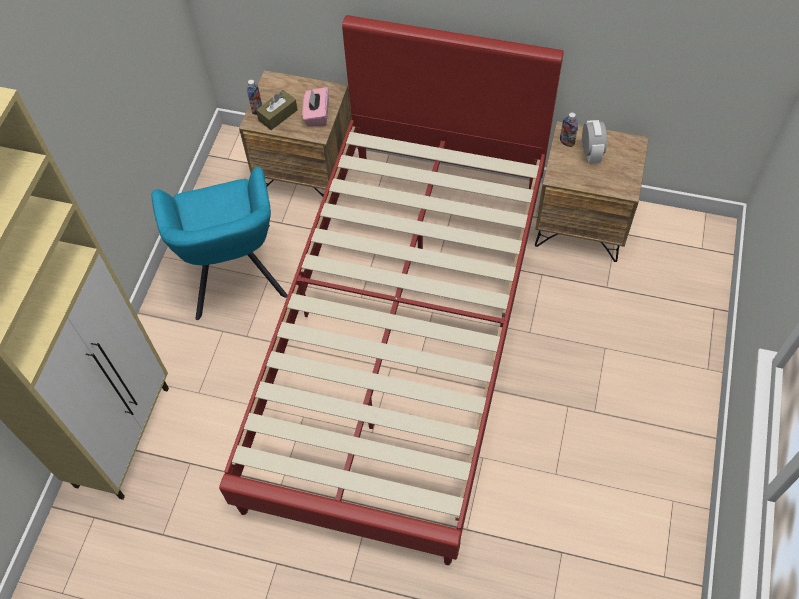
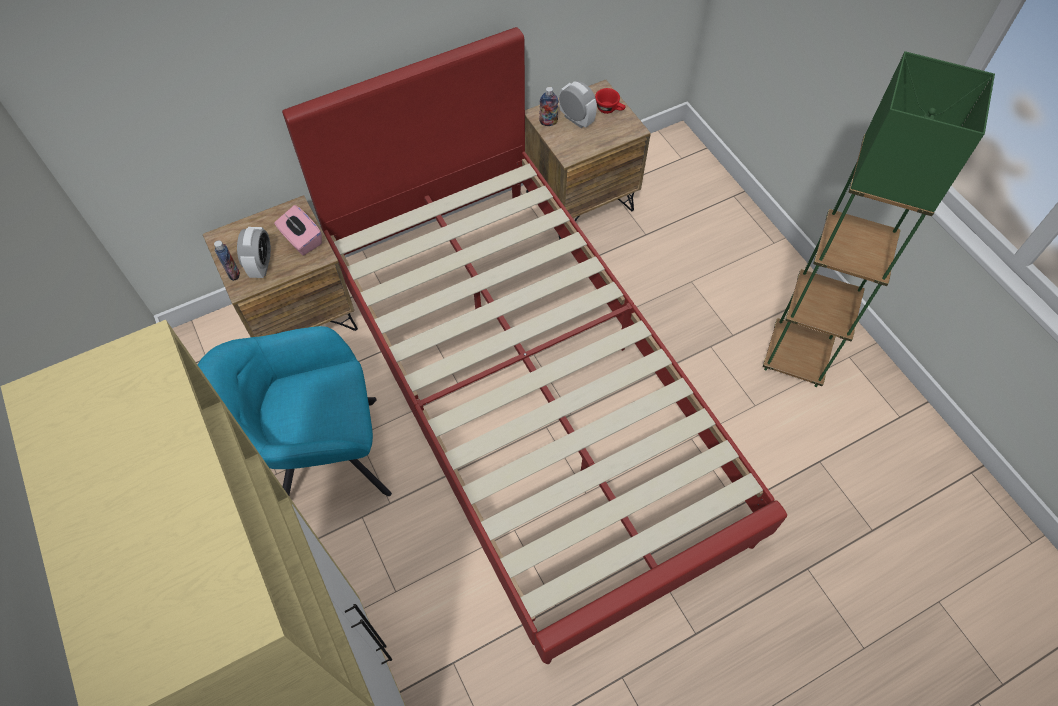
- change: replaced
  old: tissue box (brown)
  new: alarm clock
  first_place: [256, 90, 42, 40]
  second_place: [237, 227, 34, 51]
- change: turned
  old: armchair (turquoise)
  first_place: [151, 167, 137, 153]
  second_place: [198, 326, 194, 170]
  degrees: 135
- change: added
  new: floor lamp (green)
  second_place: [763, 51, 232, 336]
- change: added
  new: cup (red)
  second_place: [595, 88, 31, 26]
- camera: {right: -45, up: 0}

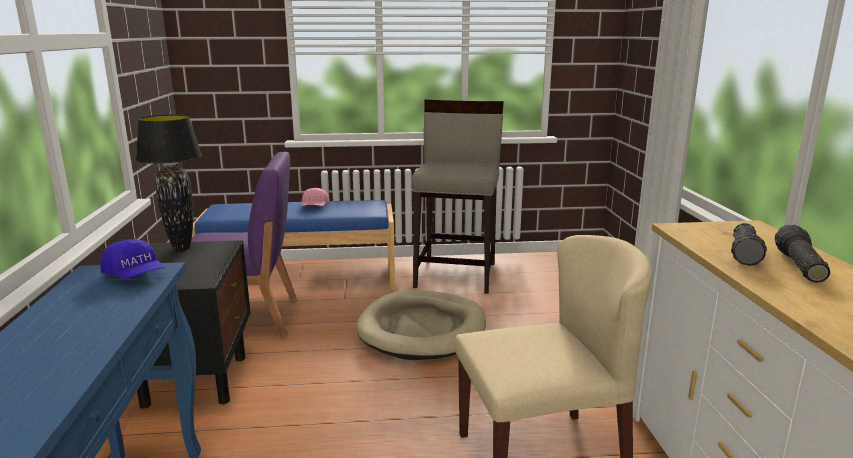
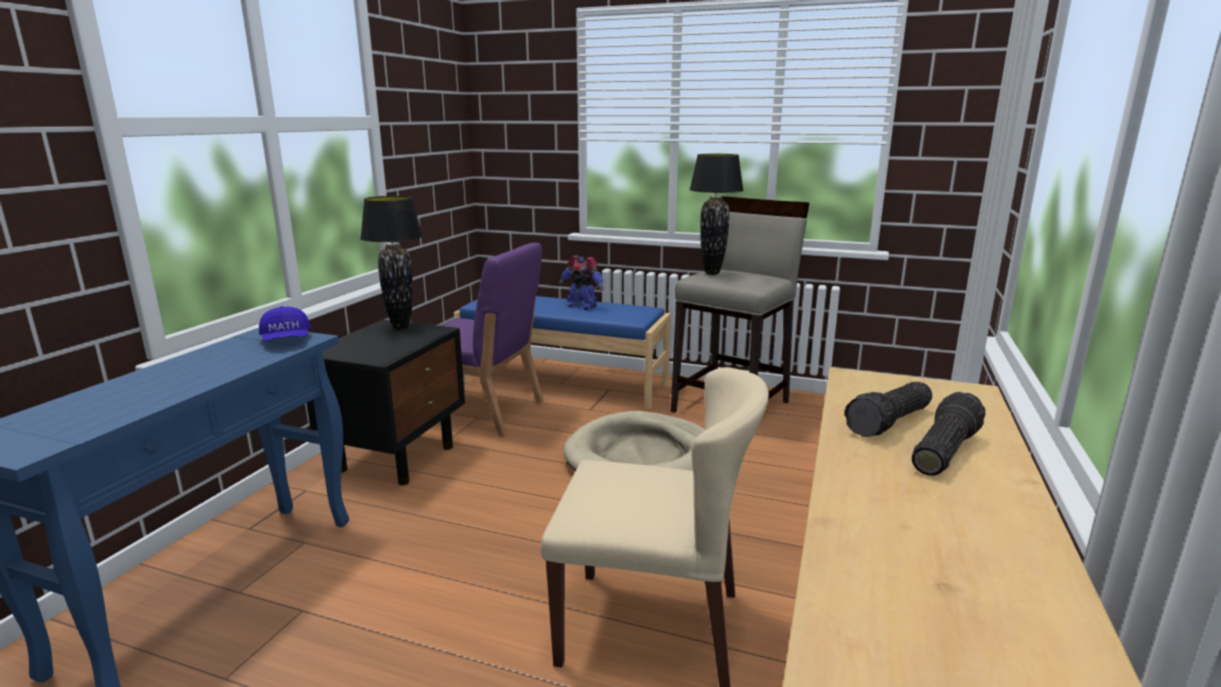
- change: replaced
  old: cap (pink)
  new: toy robot
  first_place: [301, 187, 28, 19]
  second_place: [559, 255, 44, 55]
- change: added
  new: table lamp (black)
  second_place: [689, 154, 55, 121]
- camera: {right: 25, up: 0}

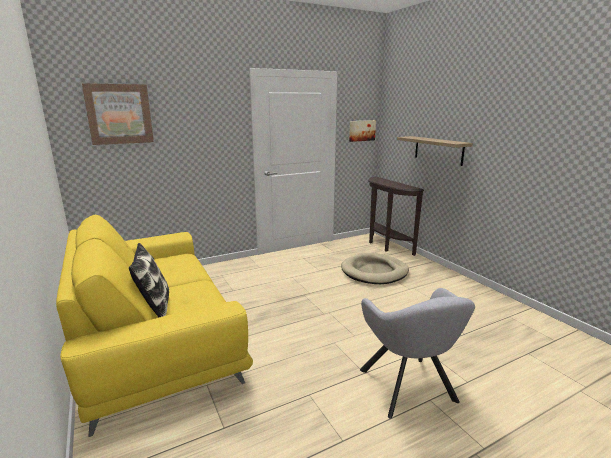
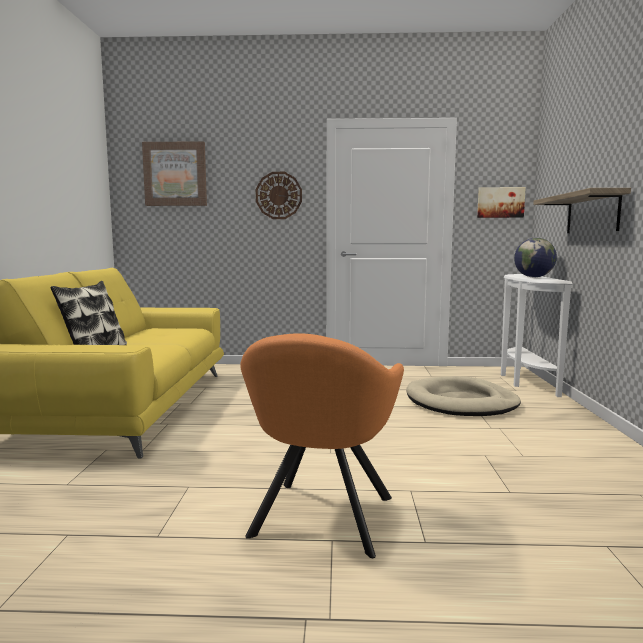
- change: recoloured
  old: console table (brown)
  new: console table (white)
  first_place: [368, 177, 56, 79]
  second_place: [501, 274, 71, 123]
- change: recoloured
  old: armchair (grey)
  new: armchair (orange)
  first_place: [360, 288, 115, 131]
  second_place: [240, 333, 164, 225]
- change: added
  new: wall clock
  second_place: [256, 172, 46, 47]
- change: added
  new: globe
  second_place: [514, 238, 43, 39]
- camera: {right: 30, up: -10}

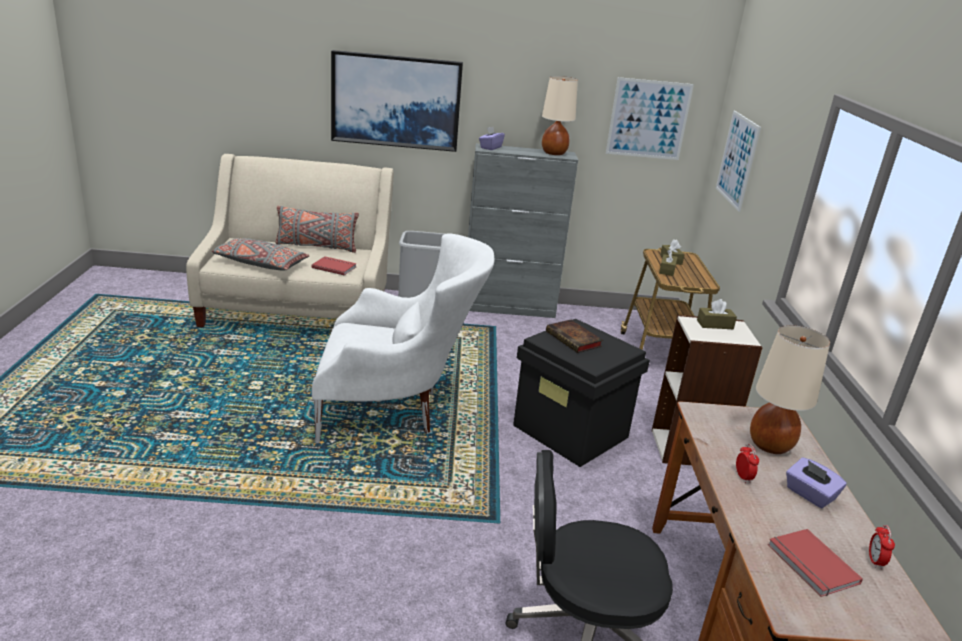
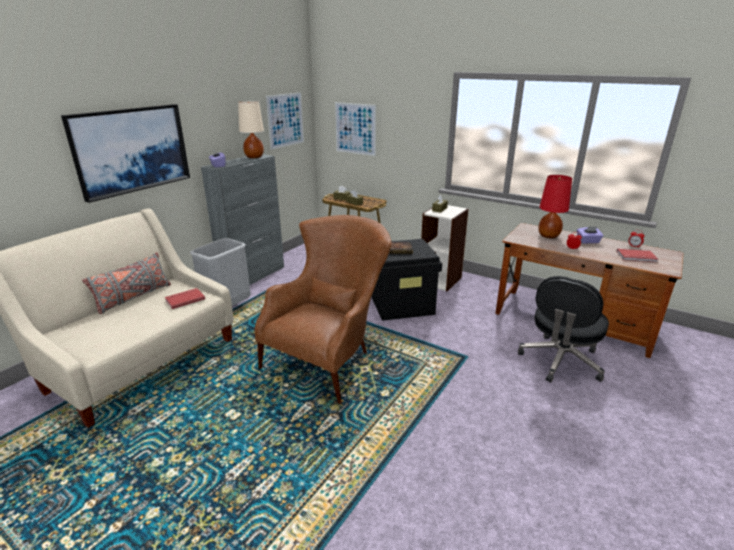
- change: recoloured
  old: armchair (white)
  new: armchair (brown)
  first_place: [312, 233, 183, 210]
  second_place: [255, 215, 137, 189]
- change: removed
  old: pillow (grey)
  first_place: [212, 238, 97, 33]
- change: recoloured
  old: table lamp (beige)
  new: table lamp (red)
  first_place: [750, 325, 80, 129]
  second_place: [538, 175, 34, 63]
- camera: {right: -55, up: 0}

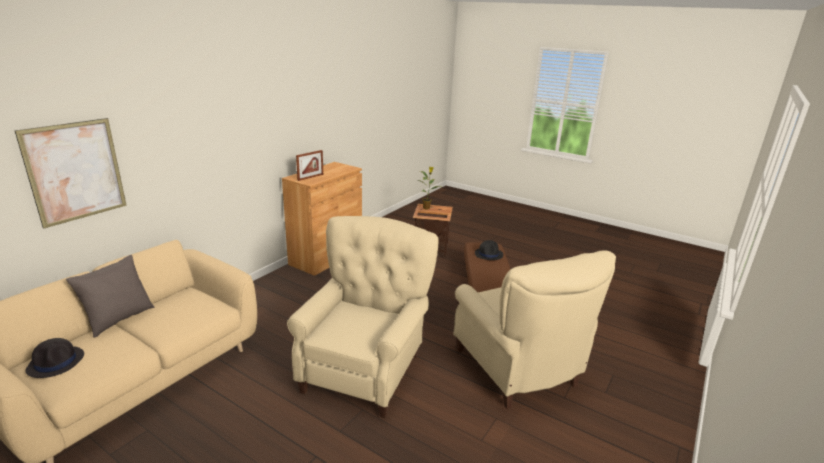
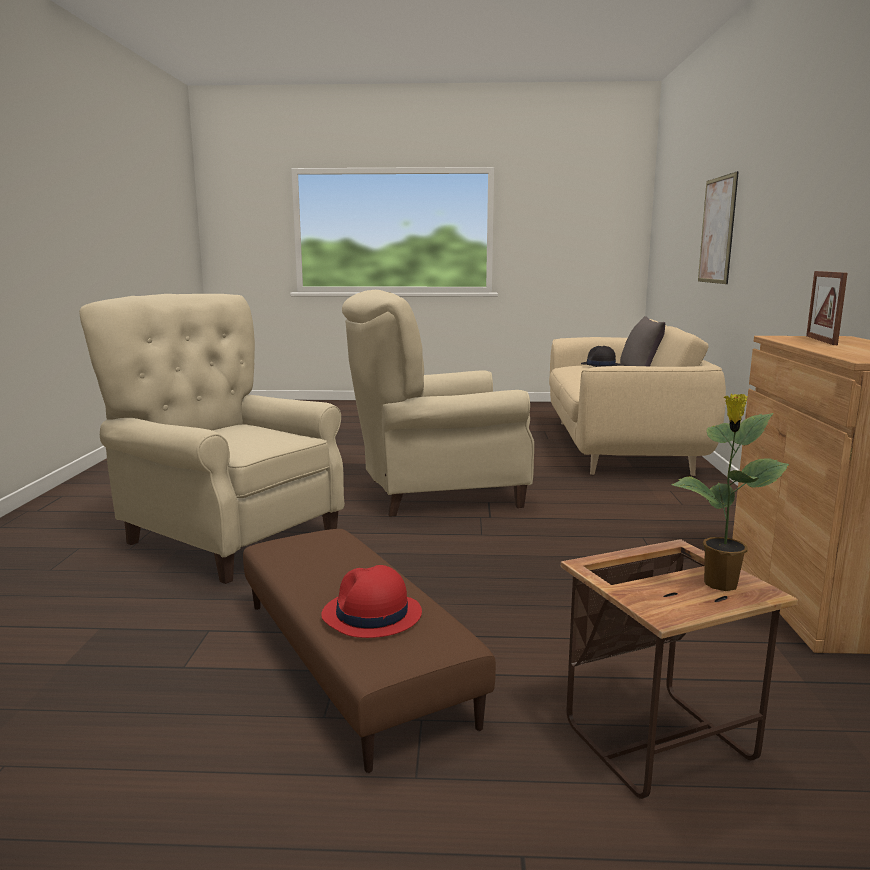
- change: turned
  old: armchair (beige)
  first_place: [287, 216, 152, 202]
  second_place: [342, 290, 192, 227]
  degrees: 90
- change: recoloured
  old: hat (black)
  new: hat (red)
  first_place: [475, 240, 28, 20]
  second_place: [321, 565, 101, 73]
- camera: {right: 150, up: -10}

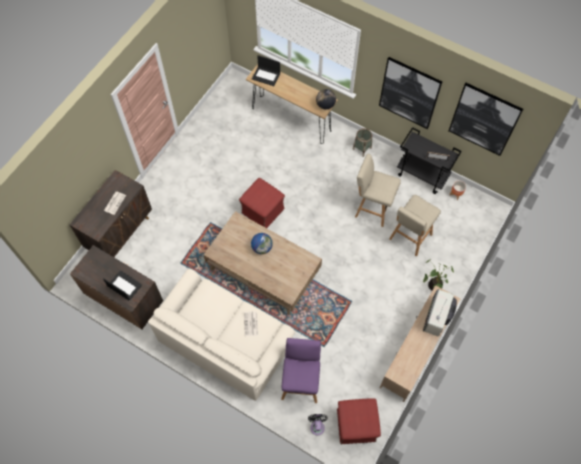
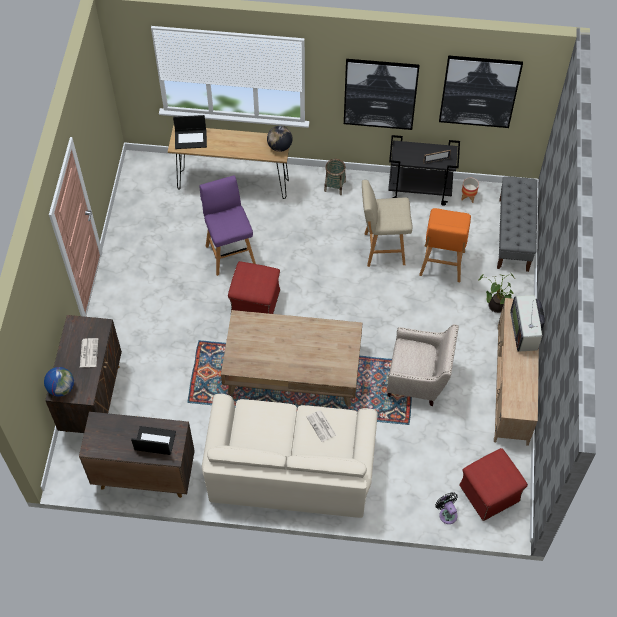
- change: recoloured
  old: stool (beige)
  new: stool (orange)
  first_place: [389, 195, 52, 62]
  second_place: [419, 208, 52, 74]
- change: moved
  old: globe
  first_place: [251, 233, 22, 21]
  second_place: [44, 367, 30, 29]
- change: moved
  old: stool (purple)
  first_place: [281, 338, 40, 65]
  second_place: [200, 175, 56, 101]
- change: added
  new: bench (grey)
  second_place: [497, 176, 41, 96]
- change: added
  new: armchair (beige)
  second_place: [387, 324, 72, 82]
- camera: {right: -25, up: -5}

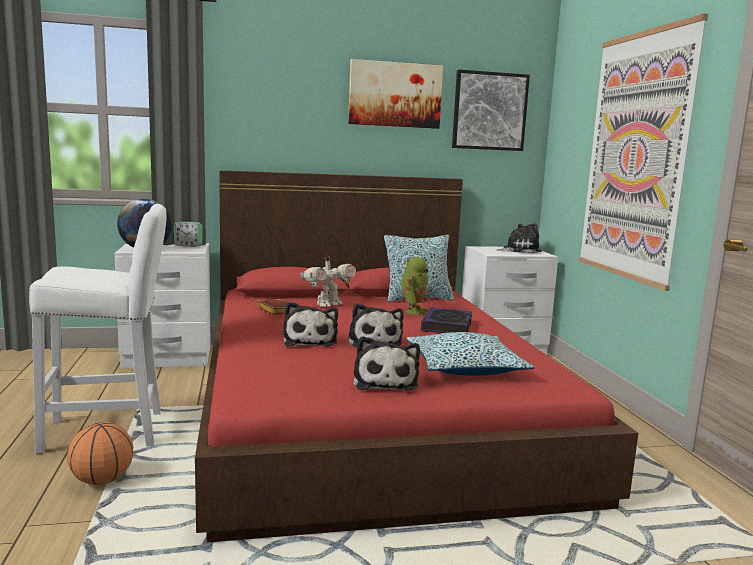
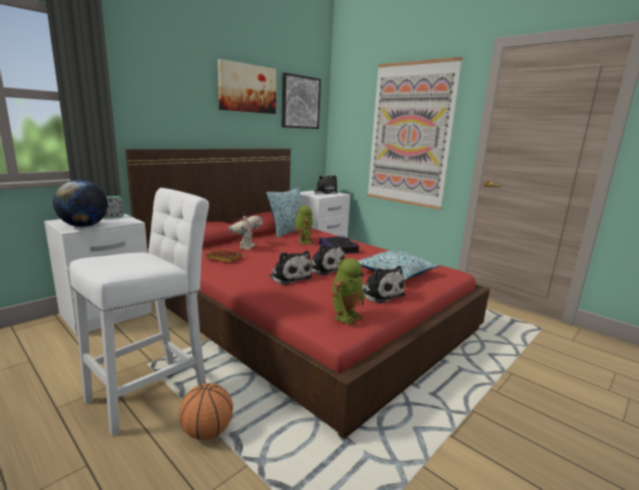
- change: added
  new: toy robot
  second_place: [332, 258, 33, 67]
- camera: {right: -35, up: 5}

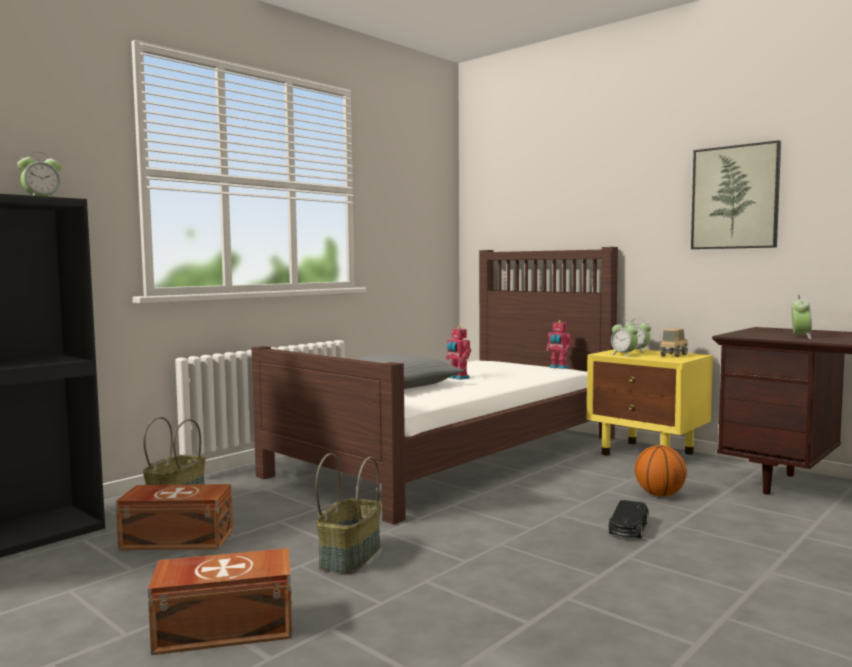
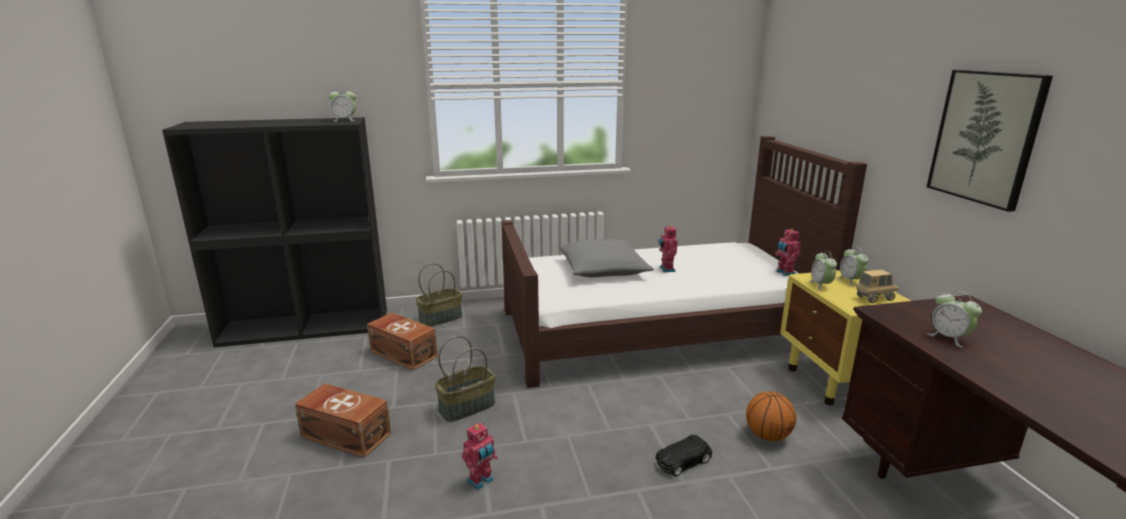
- change: turned
  old: alarm clock
  first_place: [791, 294, 21, 45]
  second_place: [927, 291, 55, 57]
  degrees: 90
- change: added
  new: toy robot
  second_place: [462, 423, 36, 67]
- camera: {right: 35, up: 15}

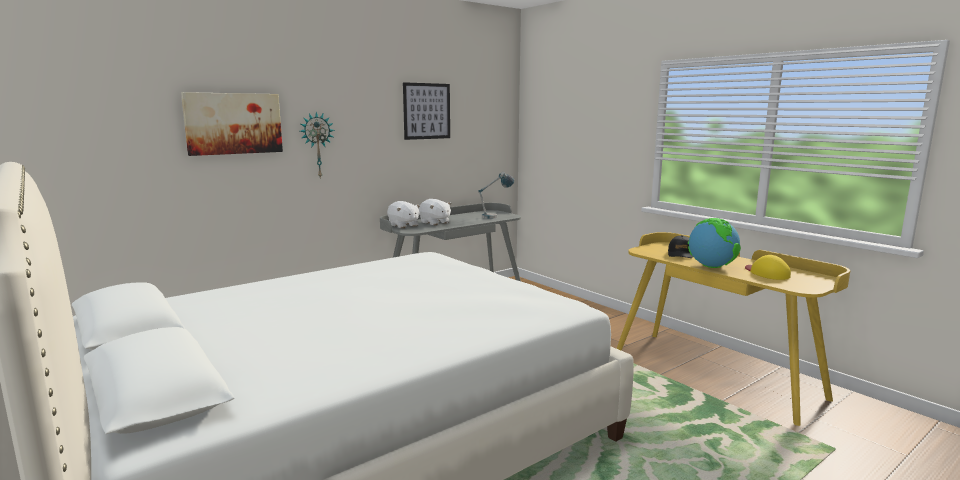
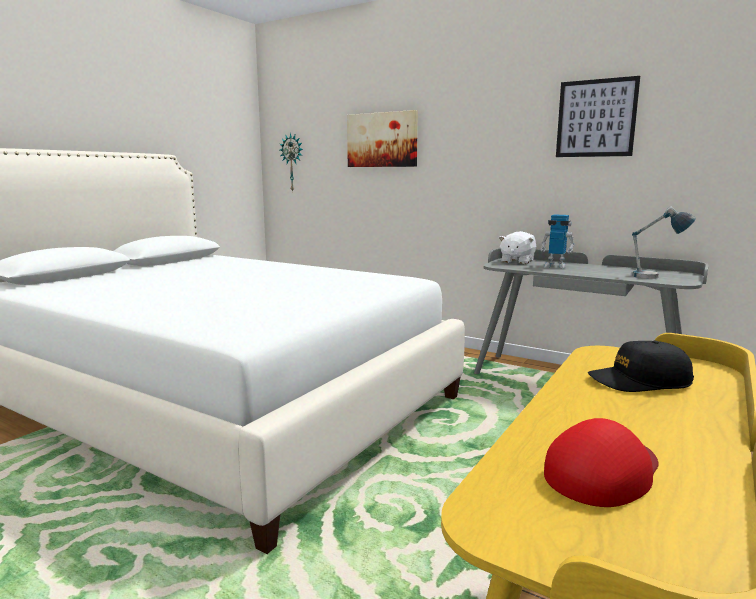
- change: moved
  old: wall clock
  first_place: [300, 111, 35, 68]
  second_place: [280, 133, 23, 59]
- change: replaced
  old: plush toy (white)
  new: toy robot
  first_place: [419, 199, 32, 26]
  second_place: [540, 214, 35, 55]
- change: removed
  old: globe
  first_place: [688, 218, 53, 50]
- change: recoloured
  old: cap (yellow)
  new: cap (red)
  first_place: [745, 255, 46, 25]
  second_place: [544, 418, 115, 89]
- camera: {right: 70, up: 0}

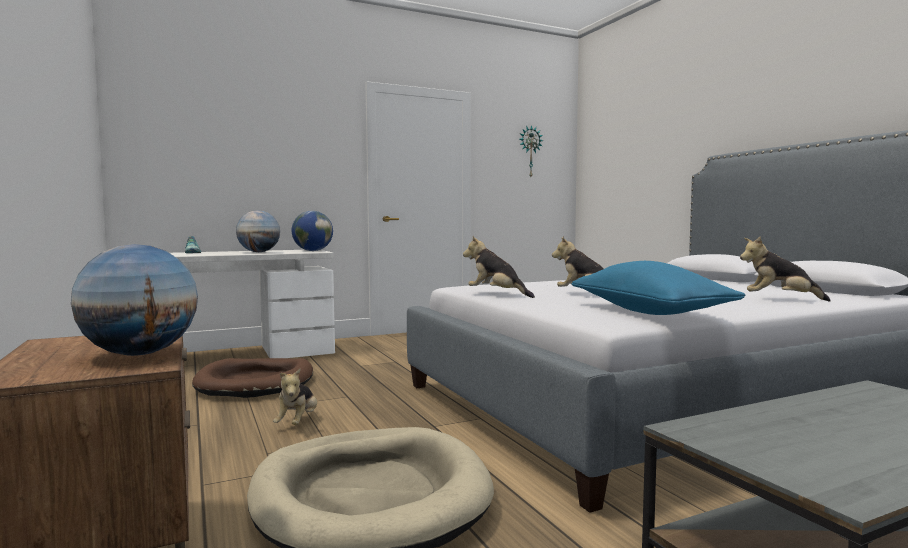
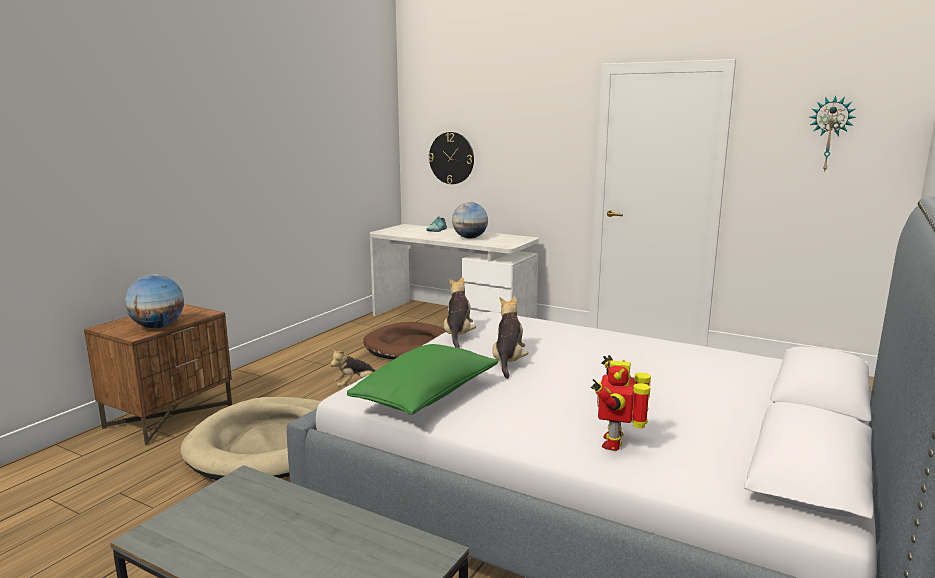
- change: removed
  old: globe
  first_place: [292, 211, 41, 40]
- change: replaced
  old: plush toy
  new: toy robot
  first_place: [740, 236, 91, 65]
  second_place: [591, 355, 60, 96]
- change: recoloured
  old: pillow (blue)
  new: pillow (green)
  first_place: [572, 261, 173, 54]
  second_place: [347, 344, 152, 71]
- change: added
  new: wall clock
  second_place: [428, 132, 46, 52]
- camera: {right: 55, up: 10}

